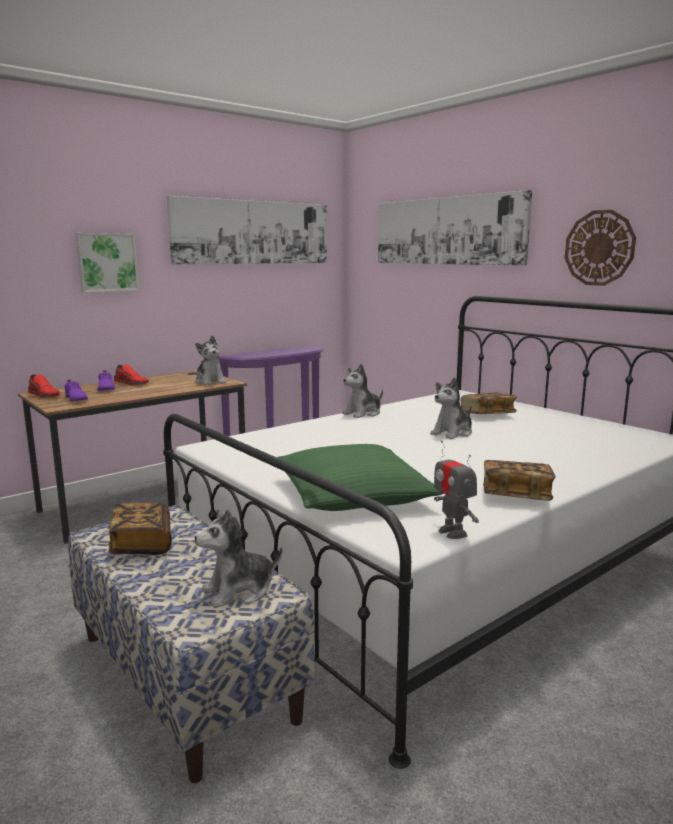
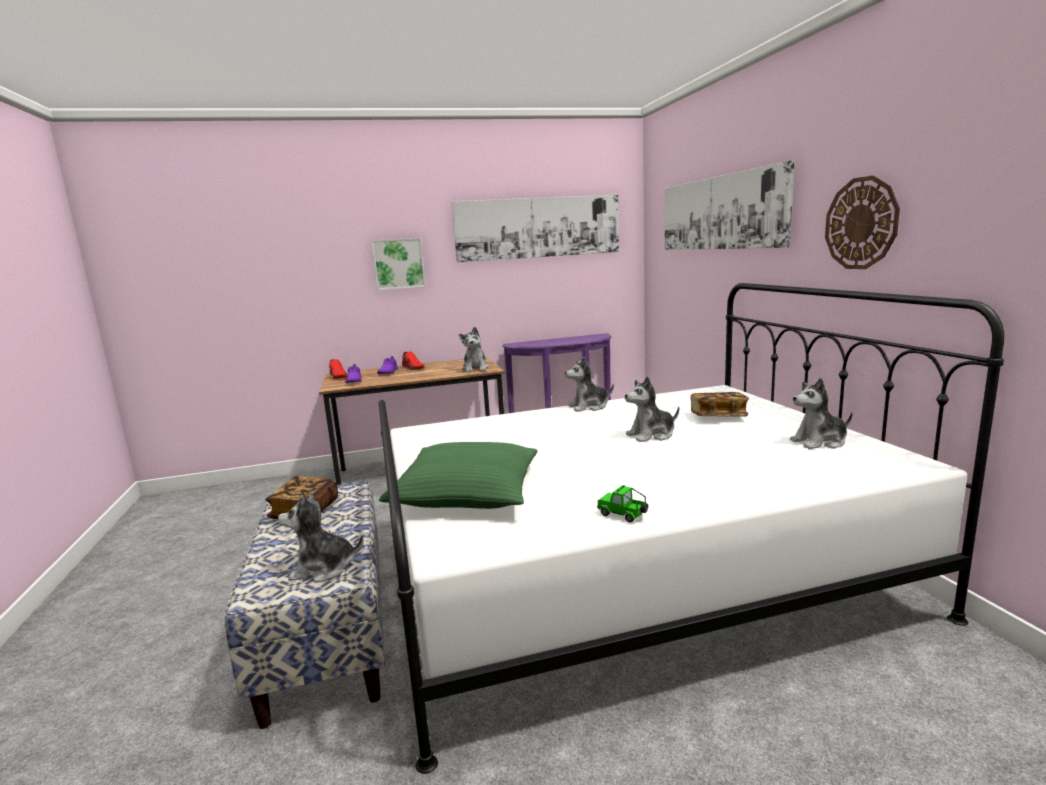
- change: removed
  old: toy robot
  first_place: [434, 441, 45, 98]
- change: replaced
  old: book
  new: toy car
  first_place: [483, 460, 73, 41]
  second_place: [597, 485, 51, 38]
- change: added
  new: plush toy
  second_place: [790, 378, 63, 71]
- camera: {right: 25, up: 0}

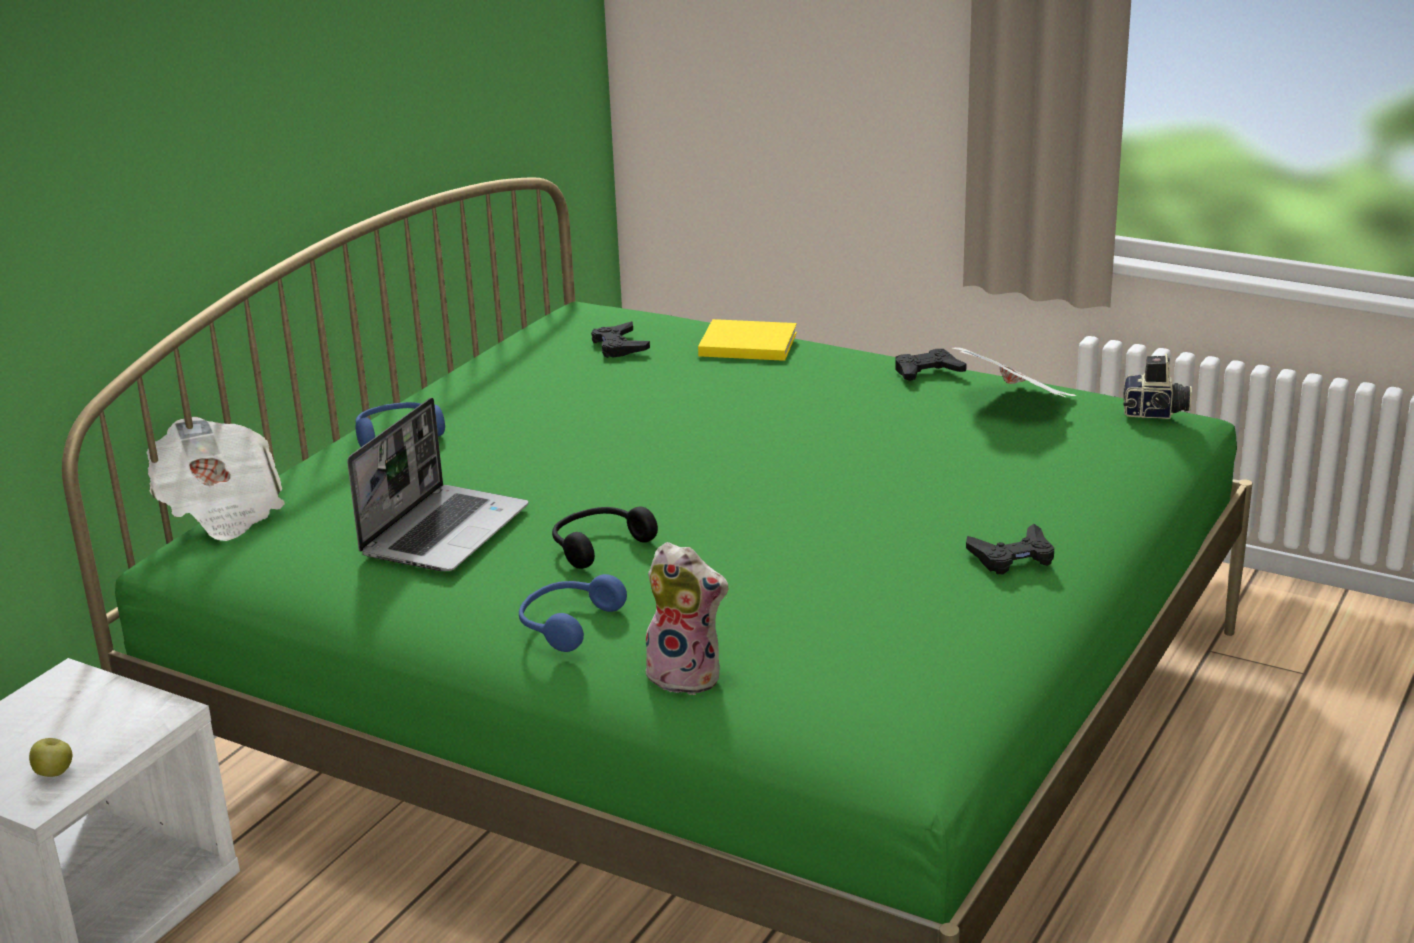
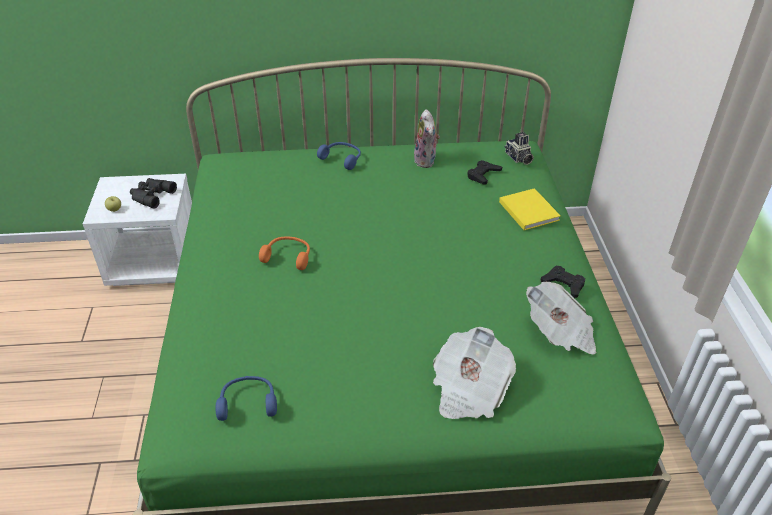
- change: moved
  old: photo camera
  first_place: [1123, 354, 69, 65]
  second_place: [504, 132, 30, 33]
- change: removed
  old: laptop
  first_place: [347, 398, 181, 173]
- change: moved
  old: newspaper
  first_place: [147, 417, 138, 124]
  second_place: [433, 327, 83, 92]
- change: recoloured
  old: headphones (black)
  new: headphones (orange)
  first_place: [552, 507, 106, 62]
  second_place: [259, 236, 51, 34]
- change: removed
  old: game controller (black)
  first_place: [966, 524, 88, 50]
- change: moved
  old: plush toy
  first_place: [639, 542, 89, 153]
  second_place: [414, 109, 26, 59]
- change: moved
  old: headphones (blue)
  first_place: [519, 574, 108, 78]
  second_place: [216, 376, 61, 45]
- change: added
  new: binoculars (black)
  second_place: [130, 178, 47, 30]
- camera: {right: 55, up: 15}

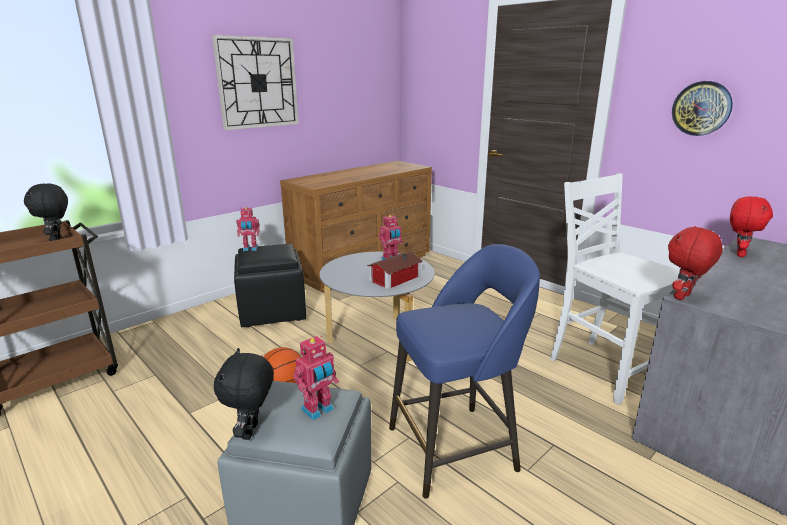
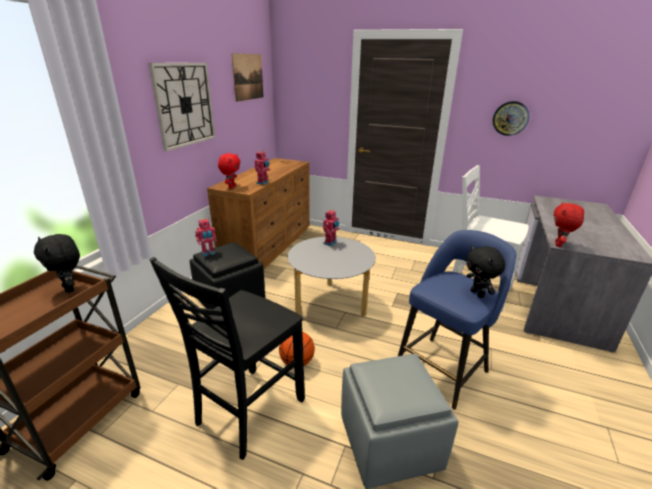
- change: moved
  old: plush toy (red)
  first_place: [730, 196, 43, 61]
  second_place: [218, 153, 22, 35]
- change: removed
  old: toy house
  first_place: [367, 252, 56, 37]
- change: moved
  old: toy robot
  first_place: [293, 336, 46, 84]
  second_place: [255, 151, 15, 34]
- change: moved
  old: plush toy (black)
  first_place: [214, 348, 60, 92]
  second_place: [466, 246, 39, 52]
- change: added
  new: picture
  second_place: [231, 53, 33, 49]
- change: added
  new: chair (black)
  second_place: [149, 257, 156, 203]
- camera: {right: -25, up: 5}

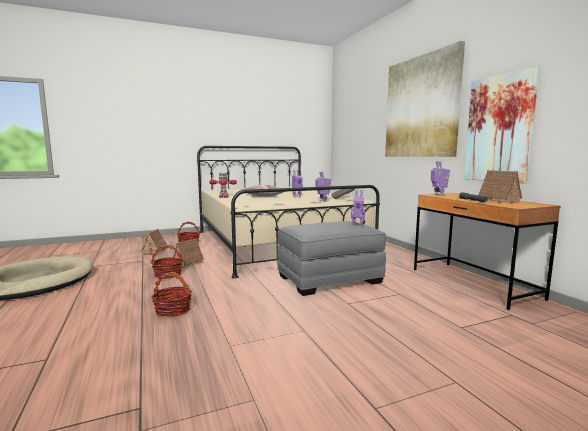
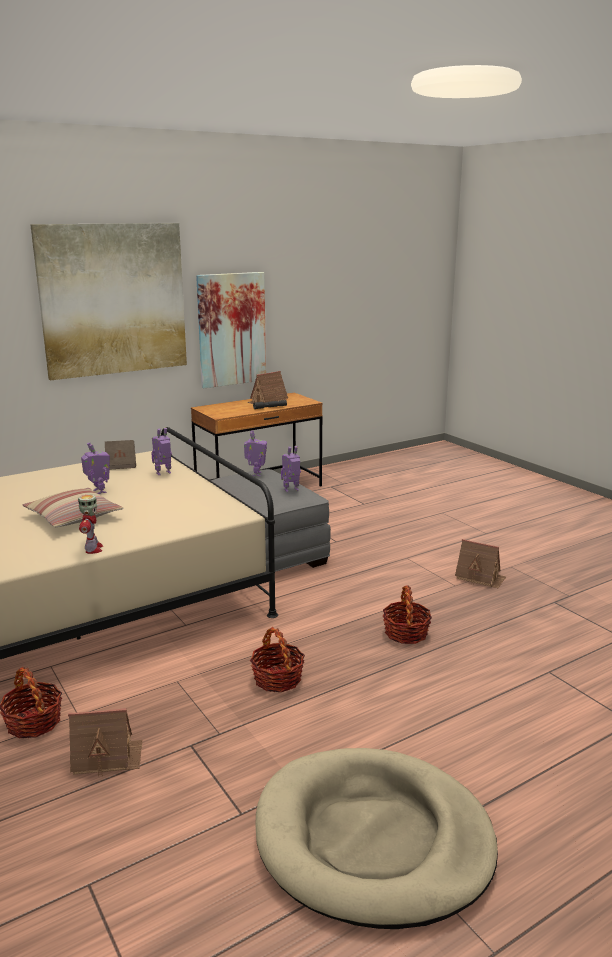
- change: moved
  old: toy robot
  first_place: [431, 161, 19, 35]
  second_place: [281, 446, 20, 46]
- change: moved
  old: toy house
  first_place: [173, 239, 31, 30]
  second_place: [455, 539, 51, 49]
- camera: {right: -100, up: 10}

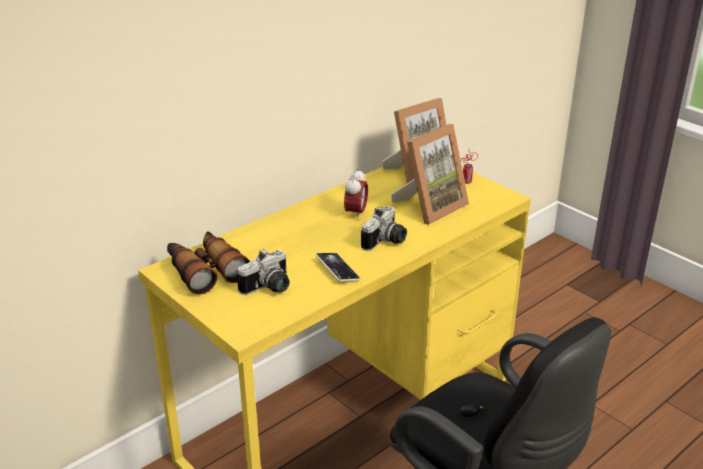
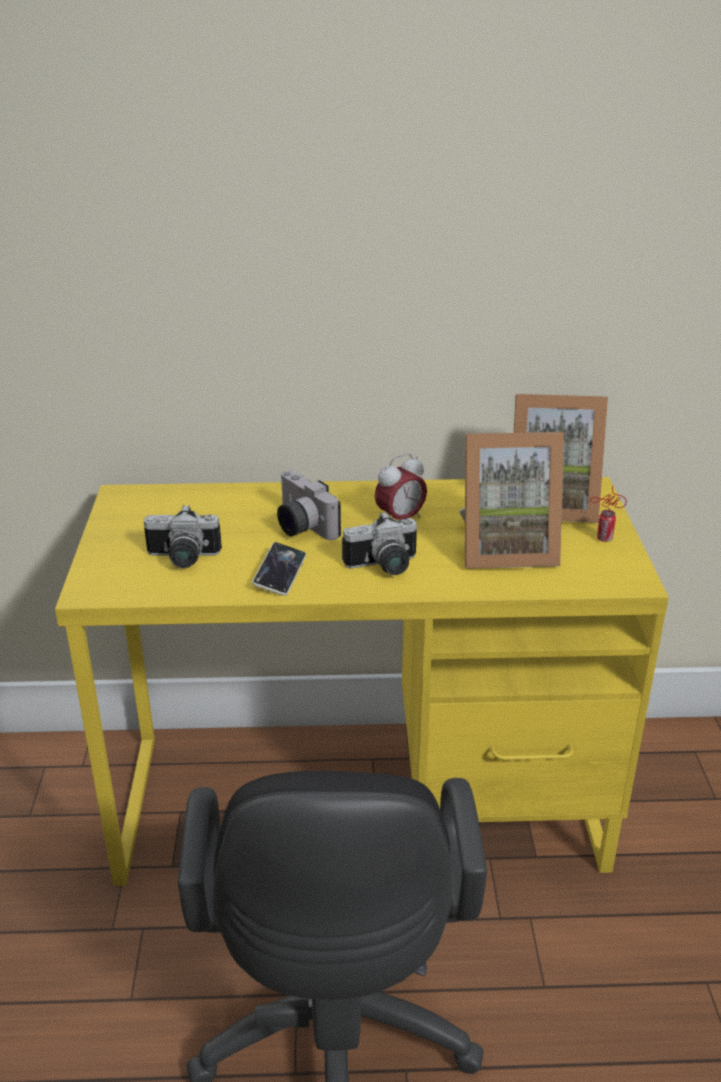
- change: removed
  old: binoculars
  first_place: [167, 231, 83, 64]
- change: added
  new: photo camera
  second_place: [277, 470, 64, 70]
- camera: {right: 40, up: 0}

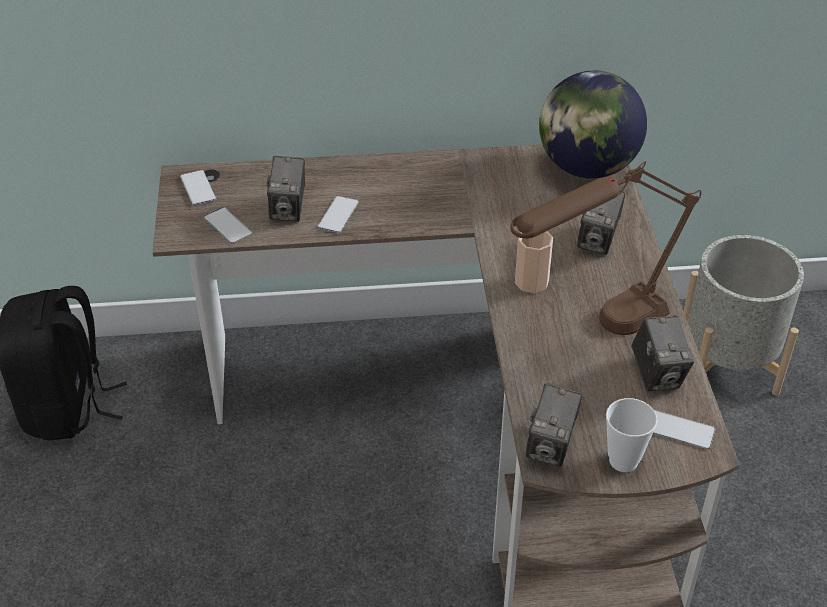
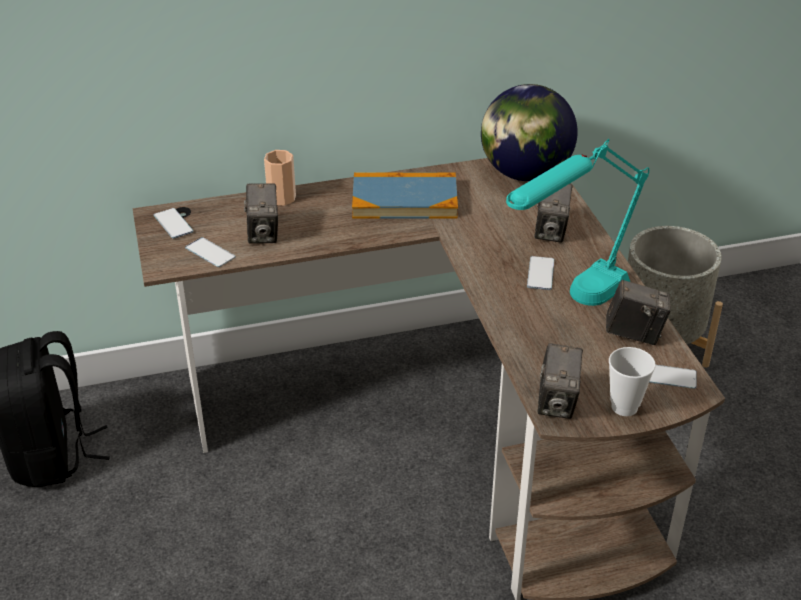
- change: recoloured
  old: table lamp (brown)
  new: table lamp (turquoise)
  first_place: [510, 161, 191, 174]
  second_place: [506, 139, 143, 167]
- change: moved
  old: phone
  first_place: [317, 196, 42, 37]
  second_place: [527, 256, 27, 34]
- change: moved
  old: cup
  first_place: [515, 231, 38, 62]
  second_place: [264, 150, 32, 56]
- change: turned
  old: photo camera
  first_place: [631, 316, 63, 76]
  second_place: [606, 280, 65, 65]
  degrees: -60
- change: added
  new: book
  second_place: [352, 172, 106, 47]
- camera: {right: -10, up: -5}

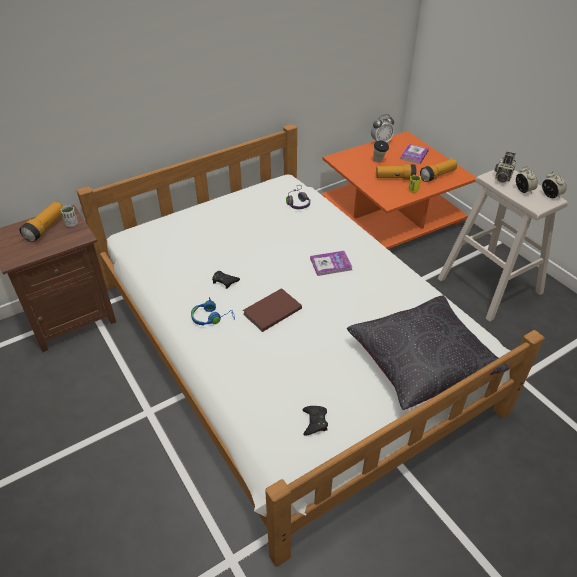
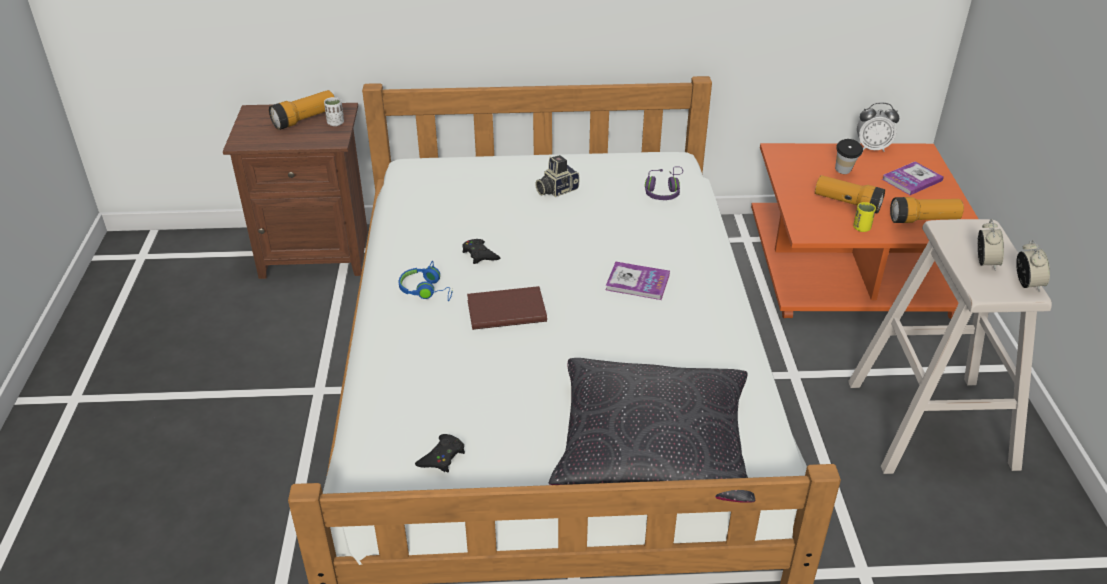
- change: moved
  old: photo camera
  first_place: [495, 152, 22, 31]
  second_place: [535, 155, 44, 42]
- camera: {right: 30, up: -5}

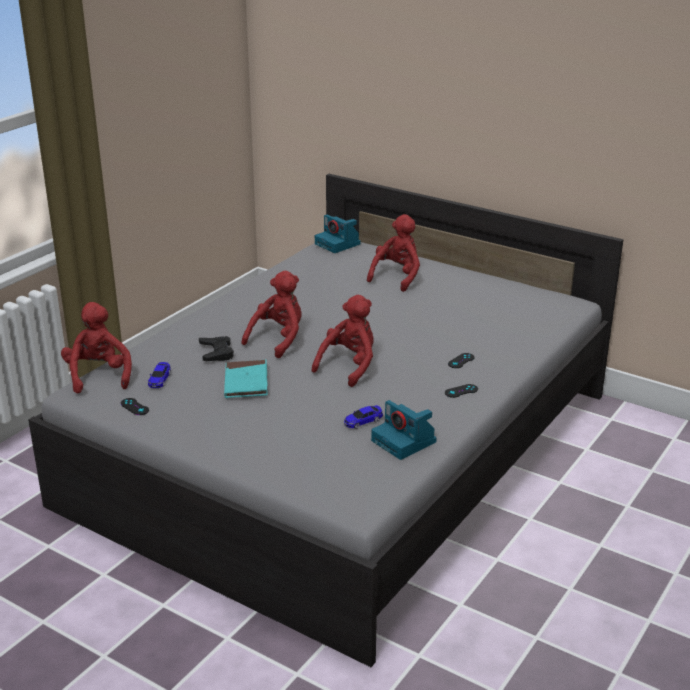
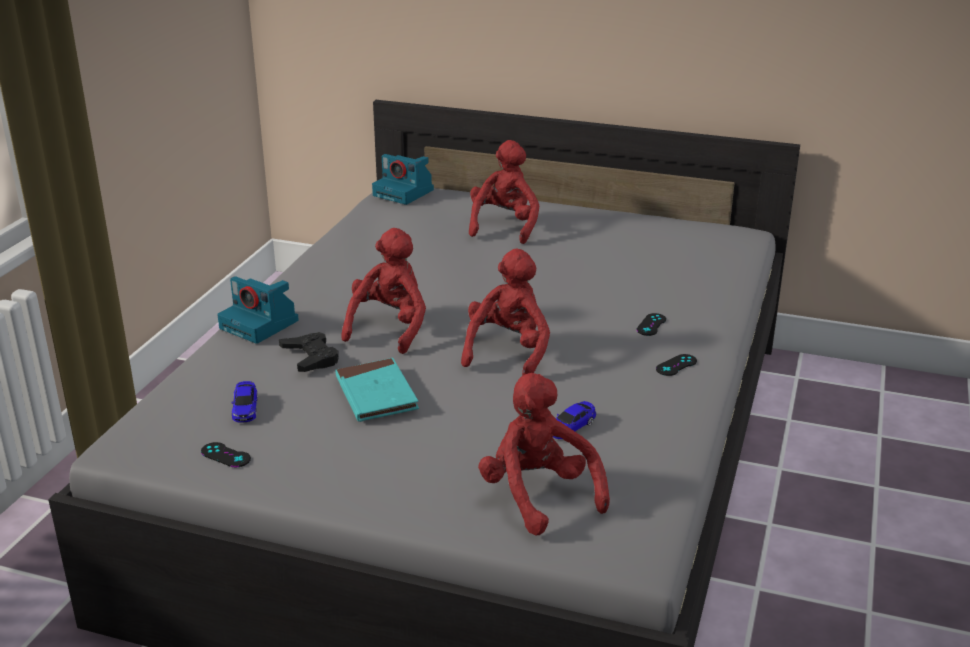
- change: moved
  old: plush toy (red)
  first_place: [61, 302, 71, 91]
  second_place: [478, 373, 132, 162]
- change: moved
  old: photo camera
  first_place: [371, 400, 66, 60]
  second_place: [217, 276, 82, 68]
- camera: {right: -15, up: 0}

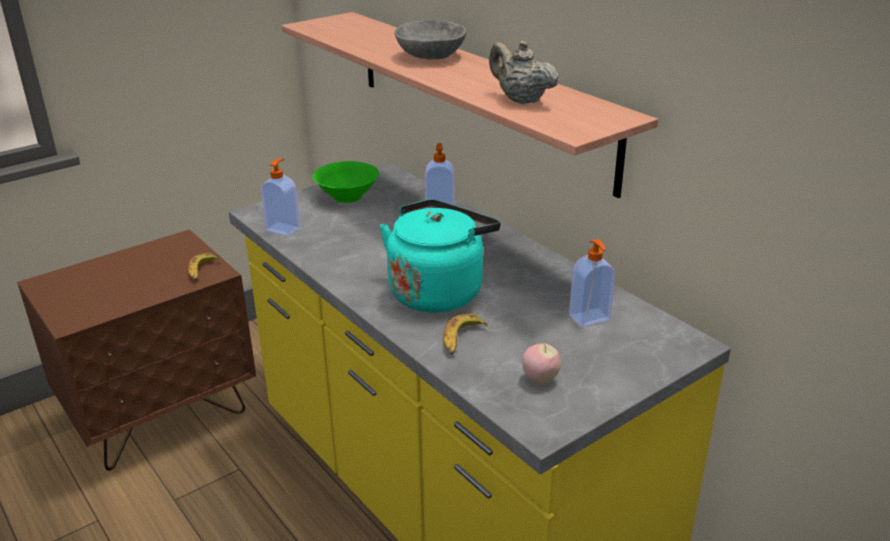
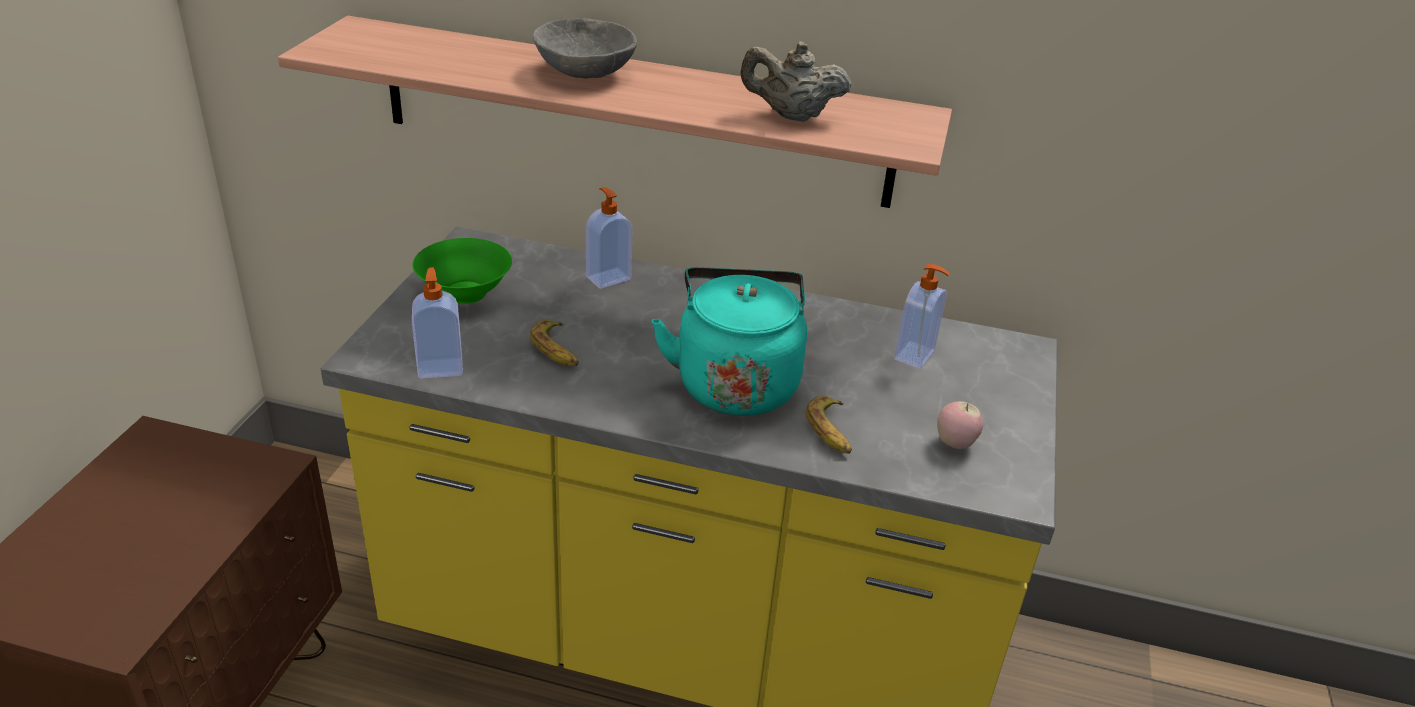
- change: moved
  old: banana
  first_place: [188, 253, 31, 28]
  second_place: [530, 320, 49, 46]
- camera: {right: -40, up: 5}

